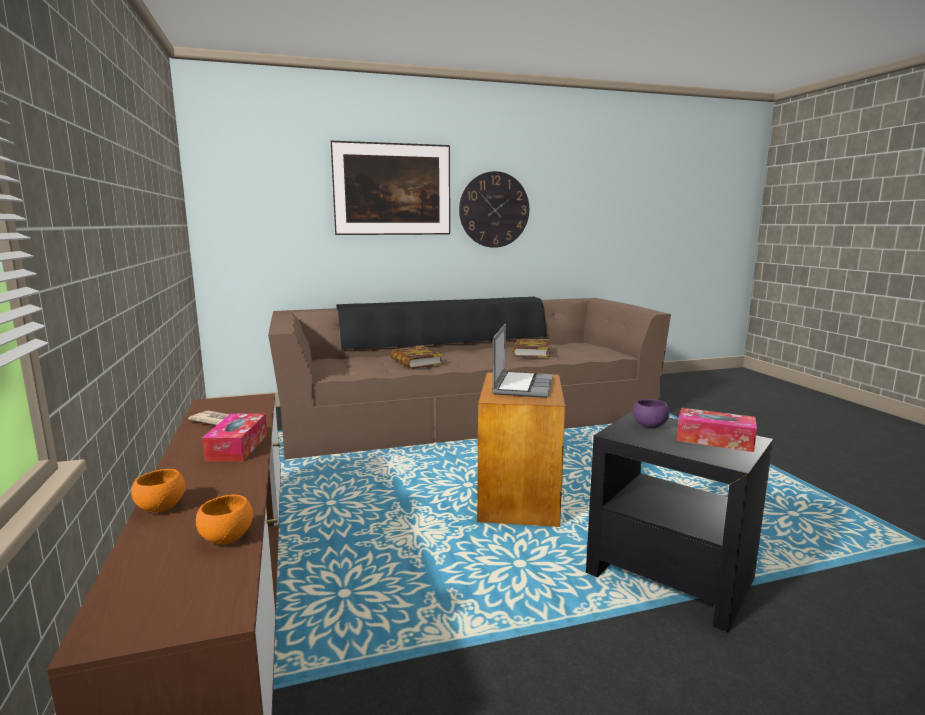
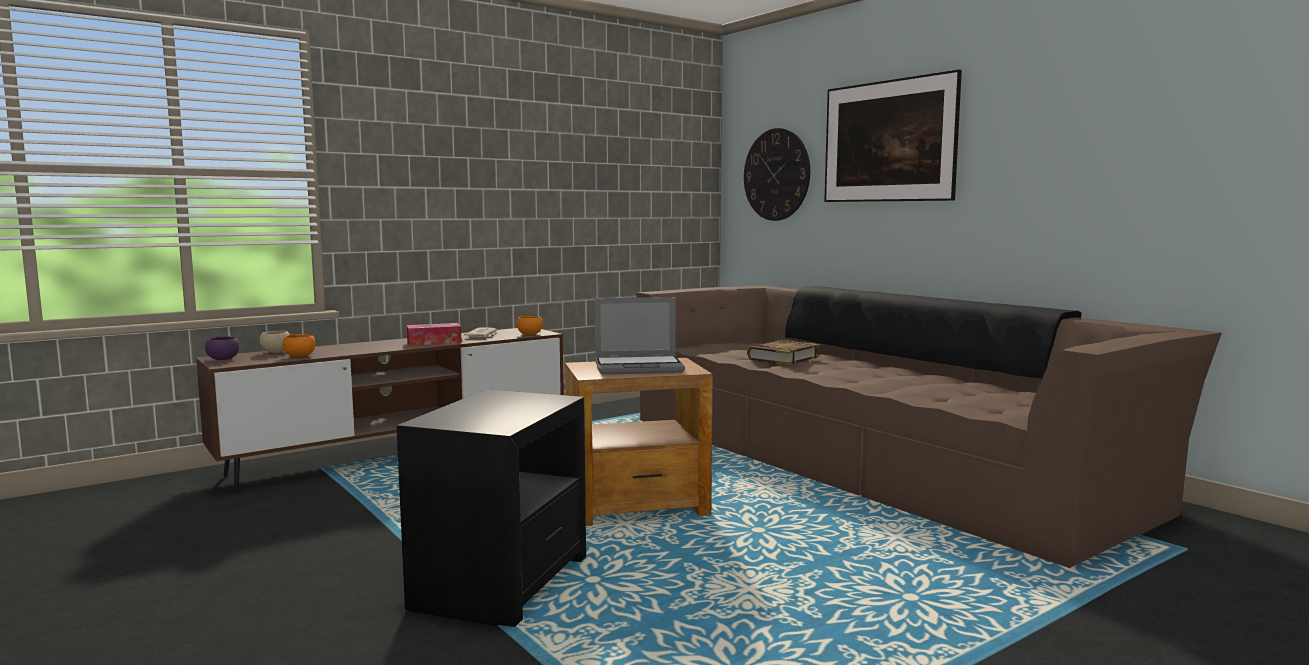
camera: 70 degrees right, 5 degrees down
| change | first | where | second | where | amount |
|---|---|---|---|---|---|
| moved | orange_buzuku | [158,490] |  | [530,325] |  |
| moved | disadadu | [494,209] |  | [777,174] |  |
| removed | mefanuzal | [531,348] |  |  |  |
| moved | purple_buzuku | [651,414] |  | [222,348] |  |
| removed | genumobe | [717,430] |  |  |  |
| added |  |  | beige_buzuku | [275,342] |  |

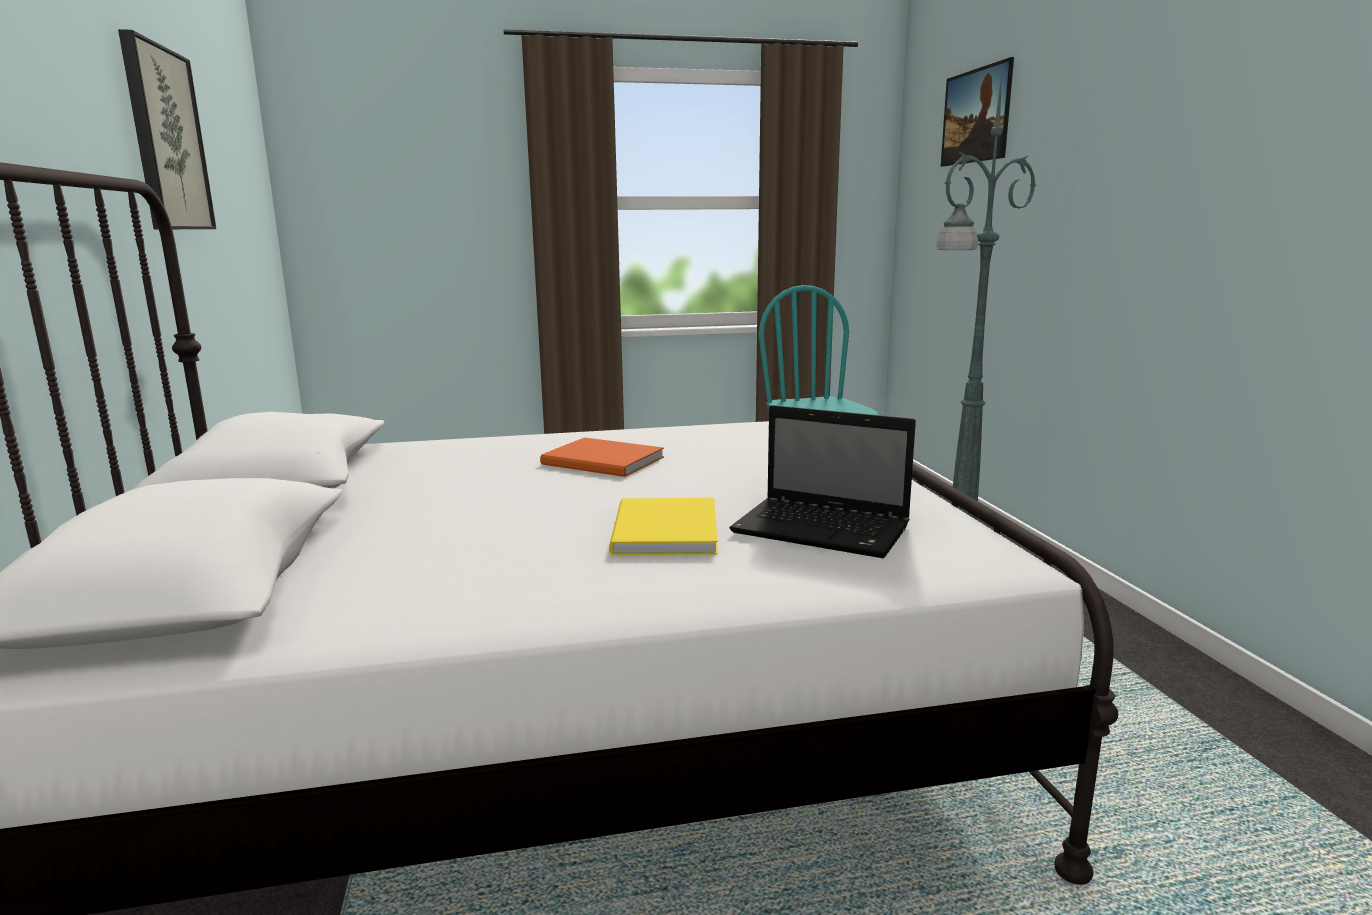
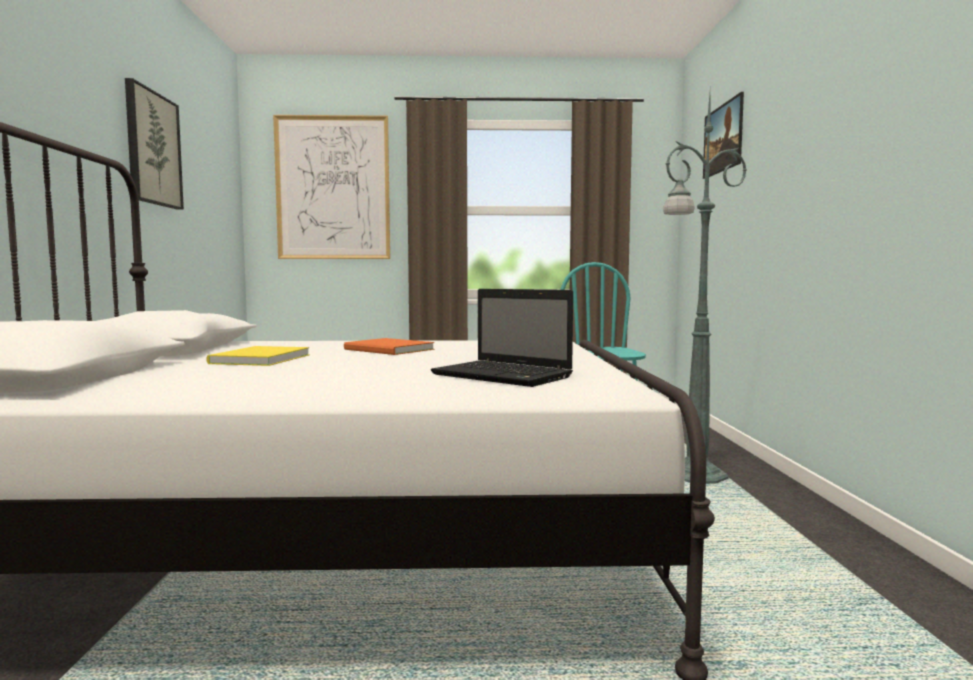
camera: 10 degrees right, 10 degrees down
| change | first | where | second | where | amount |
|---|---|---|---|---|---|
| moved | yellow_mefanuzal | [663,526] |  | [258,356] |  |
| added |  |  | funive | [331,187] |  |

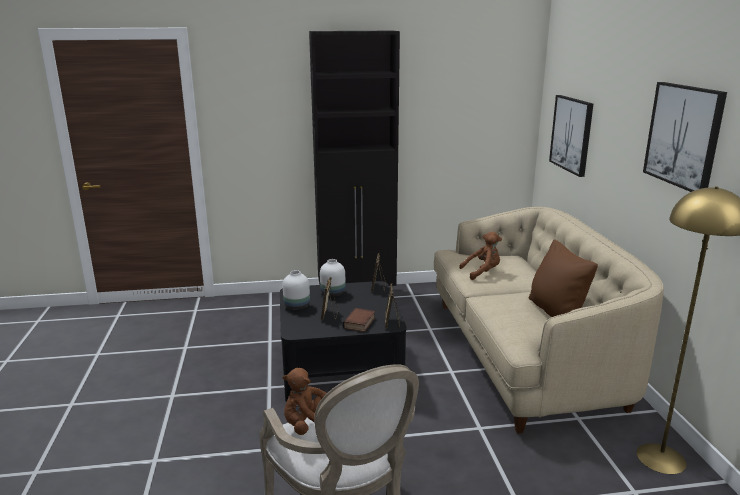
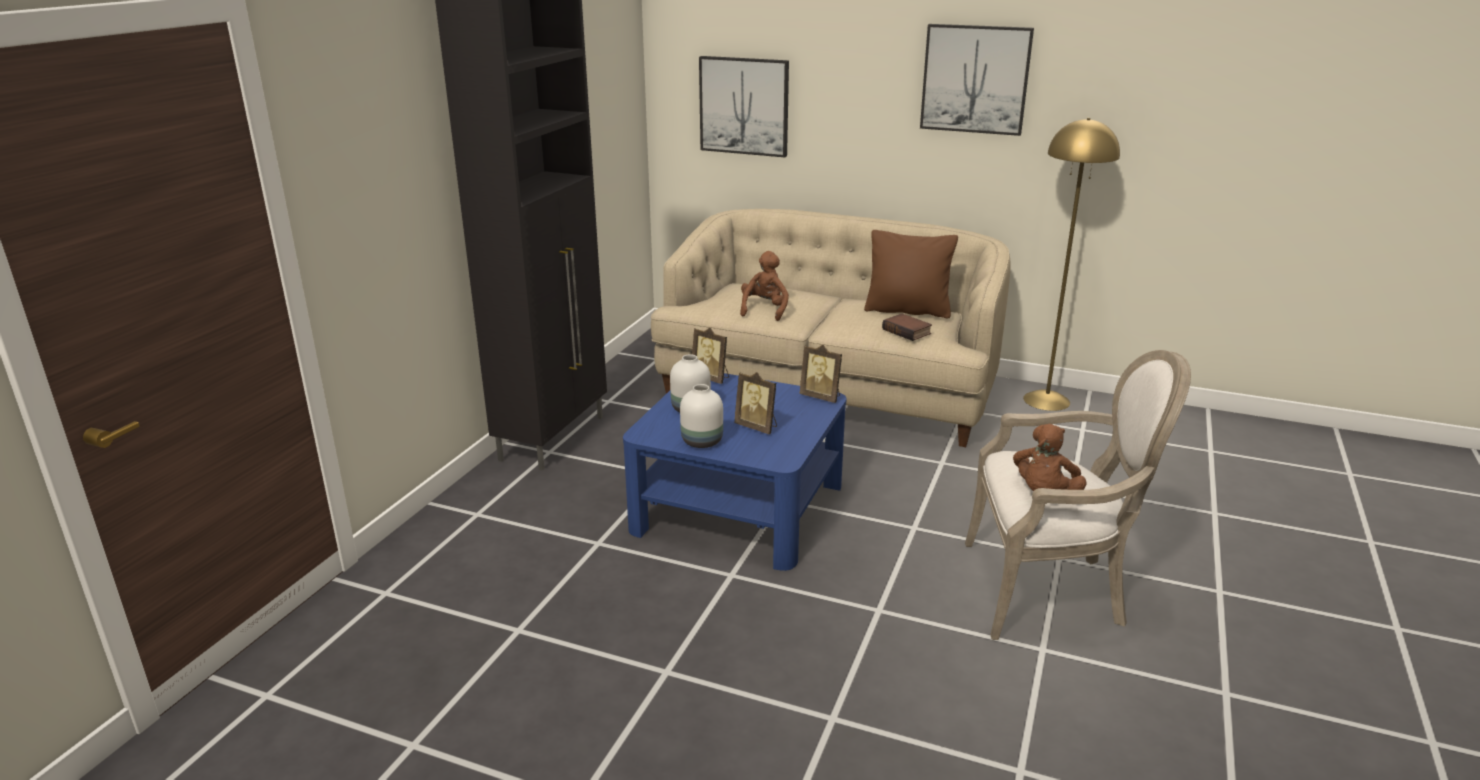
camera: 60 degrees left, 5 degrees up
| change | first | where | second | where | amount |
|---|---|---|---|---|---|
| recoloured | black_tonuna | [343,341] | blue_tonuna | [734,472] |  |
| moved | mefanuzal | [359,320] |  | [907,327] |  |

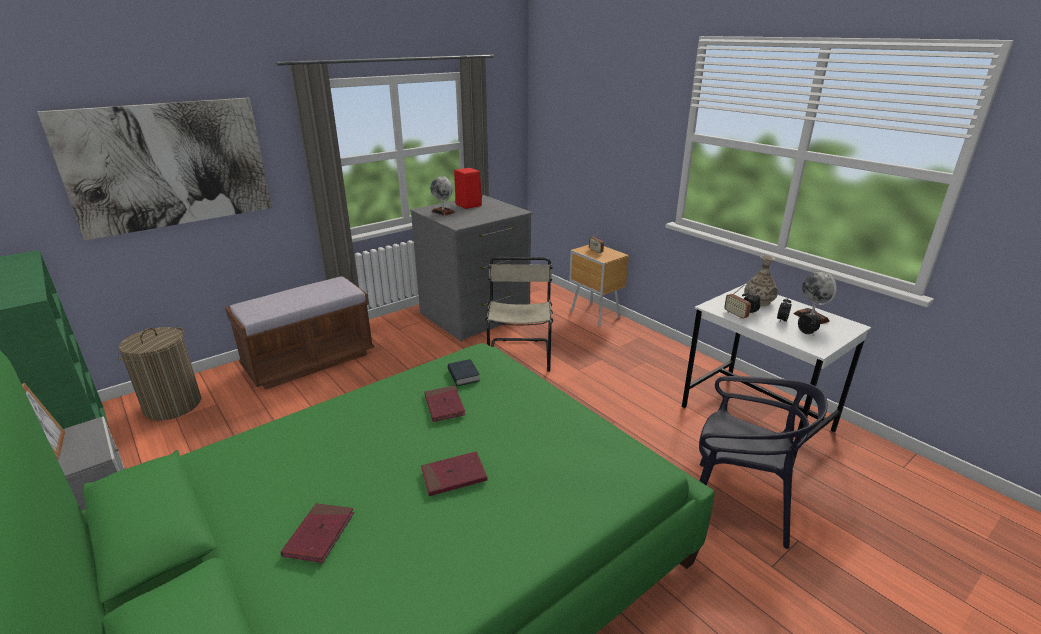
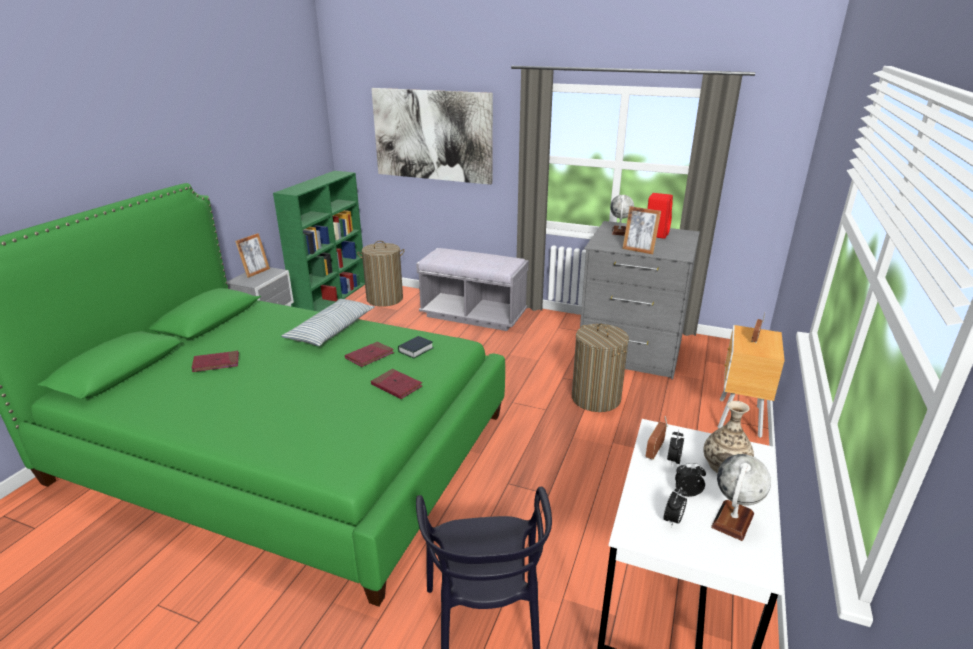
camera: 60 degrees right, 0 degrees up
| change | first | where | second | where | amount |
|---|---|---|---|---|---|
| recoloured | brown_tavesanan | [300,333] | grey_tavesanan | [472,289] |  |
| moved | red_mefanuzal | [454,473] |  | [396,384] |  |
| replaced | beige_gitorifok | [519,314] | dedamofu | [600,367] |  |
| added |  |  | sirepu | [328,322] |  |
| added |  |  | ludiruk | [641,230] |  |

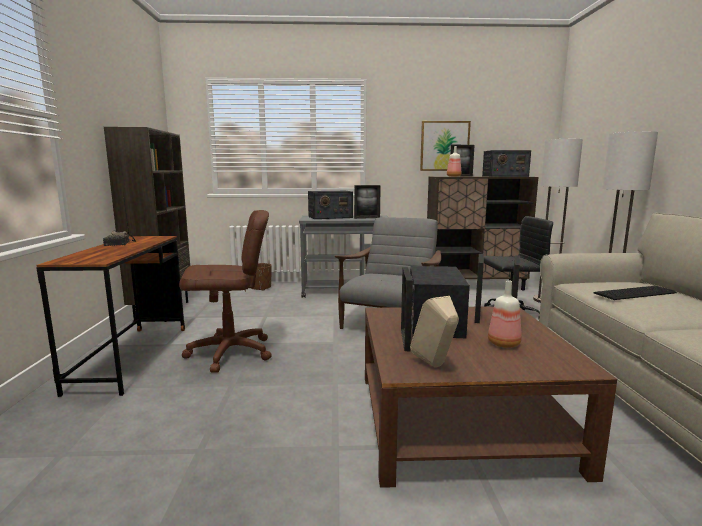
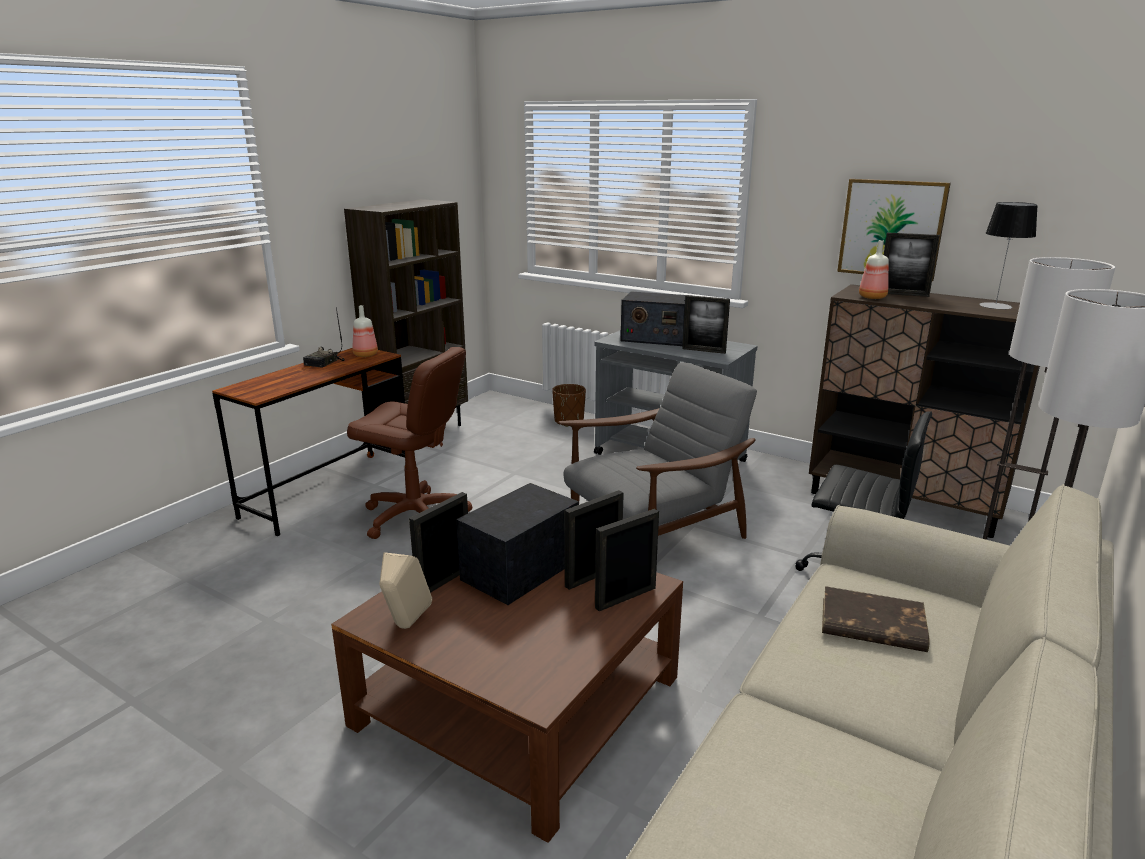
camera: 35 degrees right, 10 degrees up
| change | first | where | second | where | amount |
|---|---|---|---|---|---|
| replaced | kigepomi | [506,163] | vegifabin | [1008,256] |  |
| moved | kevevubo | [505,314] |  | [365,331] |  |
| replaced | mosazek | [635,293] | brown_mefanuzal | [876,619] |  |

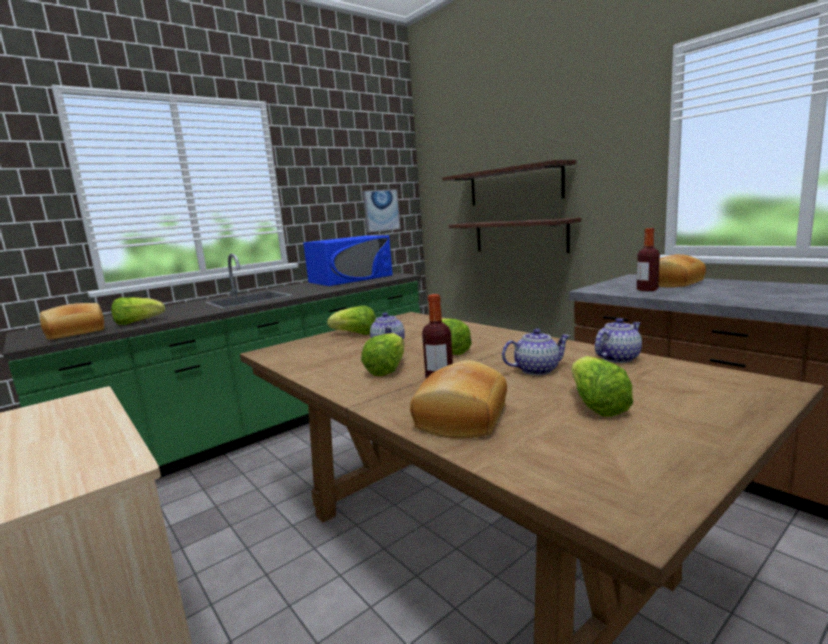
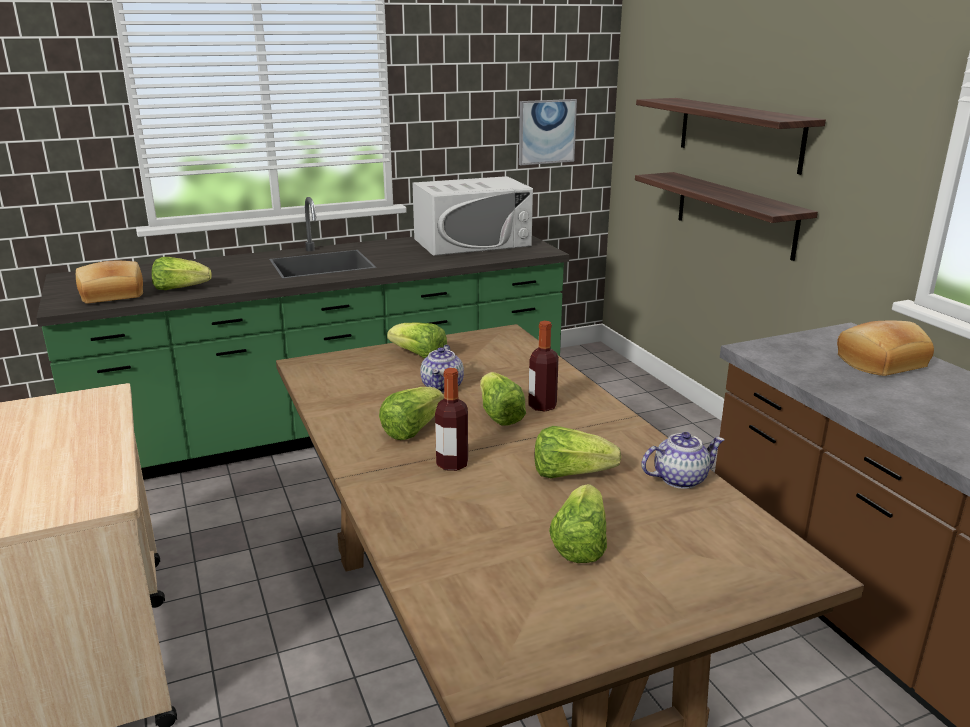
camera: 15 degrees right, 10 degrees up
| change | first | where | second | where | amount |
|---|---|---|---|---|---|
| recoloured | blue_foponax | [348,260] | white_foponax | [472,216] |  |
| removed | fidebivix | [458,399] |  |  |  |
| replaced | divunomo | [536,352] | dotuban | [577,452] |  |
| moved | kevevubo | [648,259] |  | [543,366] |  |

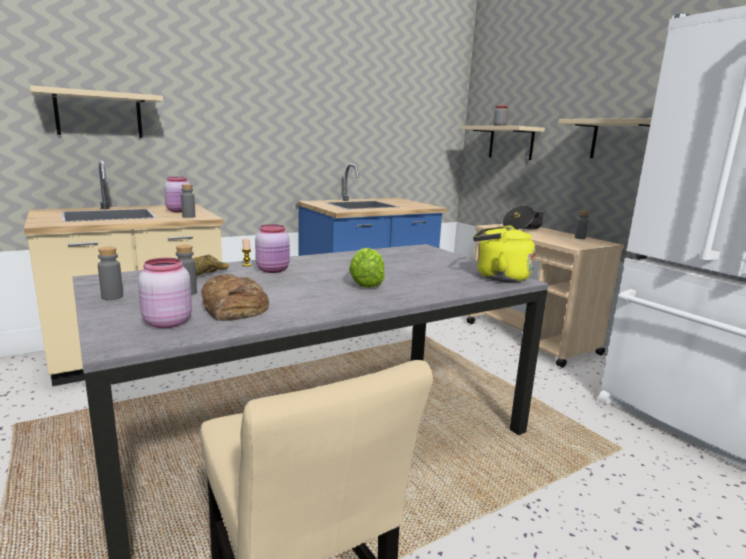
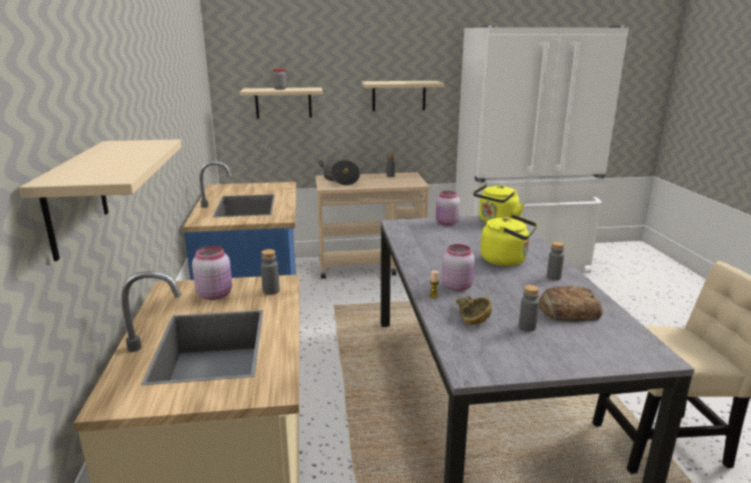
camera: 65 degrees left, 5 degrees up
| change | first | where | second | where | amount |
|---|---|---|---|---|---|
| moved | grey_kevevubo | [110,273] |  | [555,261] |  |
| moved | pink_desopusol | [165,293] |  | [448,208] |  |
| replaced | dotuban | [367,268] | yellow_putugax | [508,240] |  |

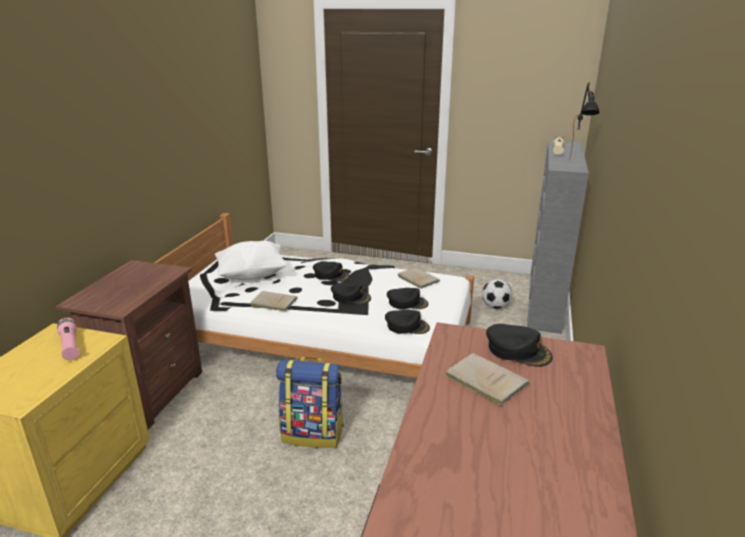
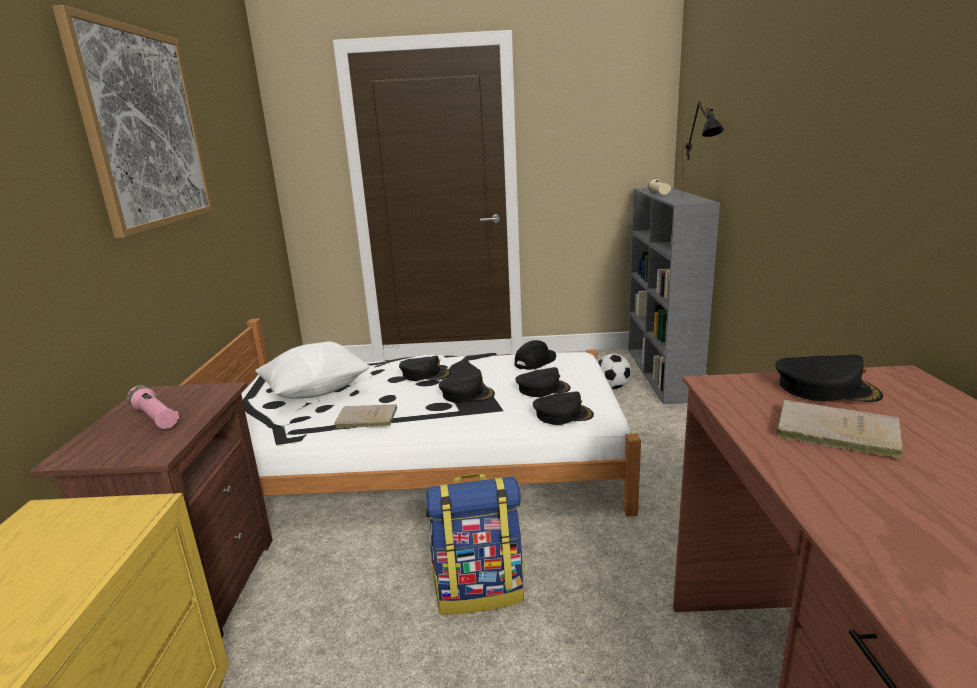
camera: 15 degrees left, 5 degrees down
| change | first | where | second | where | amount |
|---|---|---|---|---|---|
| moved | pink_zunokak | [68,339] |  | [154,407] |  |
| replaced | beige_mefanuzal | [418,278] | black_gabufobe | [535,355] |  |
| added |  |  | funive | [132,121] |  |

